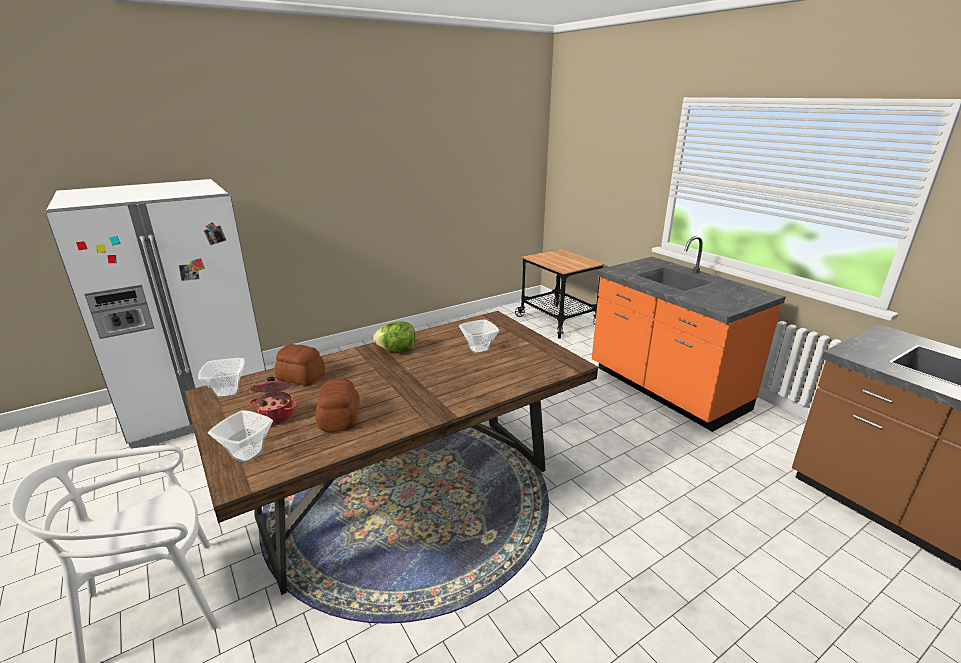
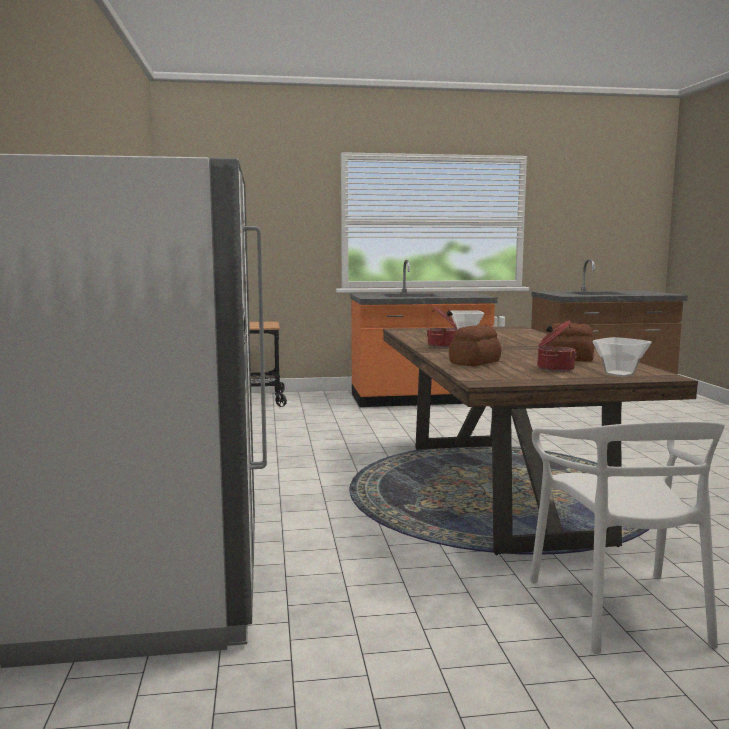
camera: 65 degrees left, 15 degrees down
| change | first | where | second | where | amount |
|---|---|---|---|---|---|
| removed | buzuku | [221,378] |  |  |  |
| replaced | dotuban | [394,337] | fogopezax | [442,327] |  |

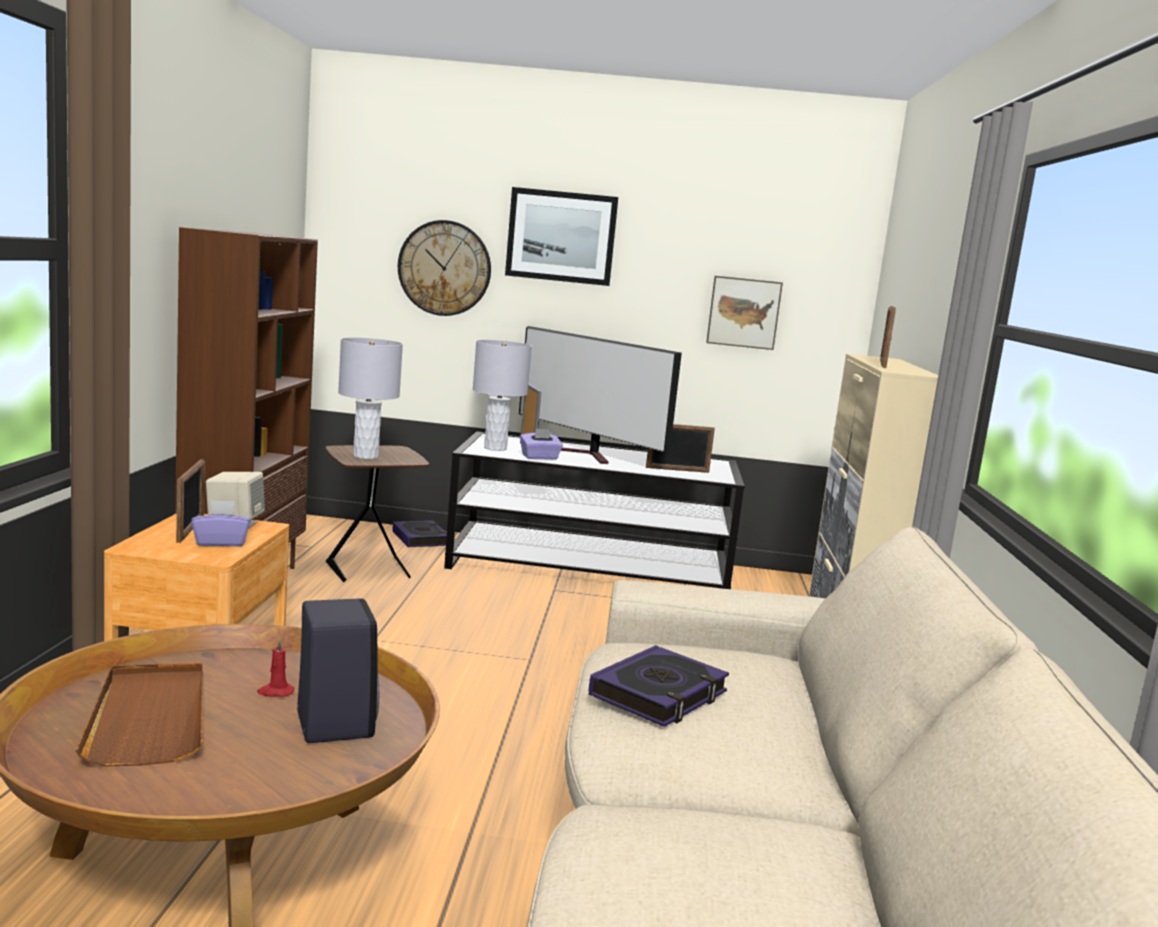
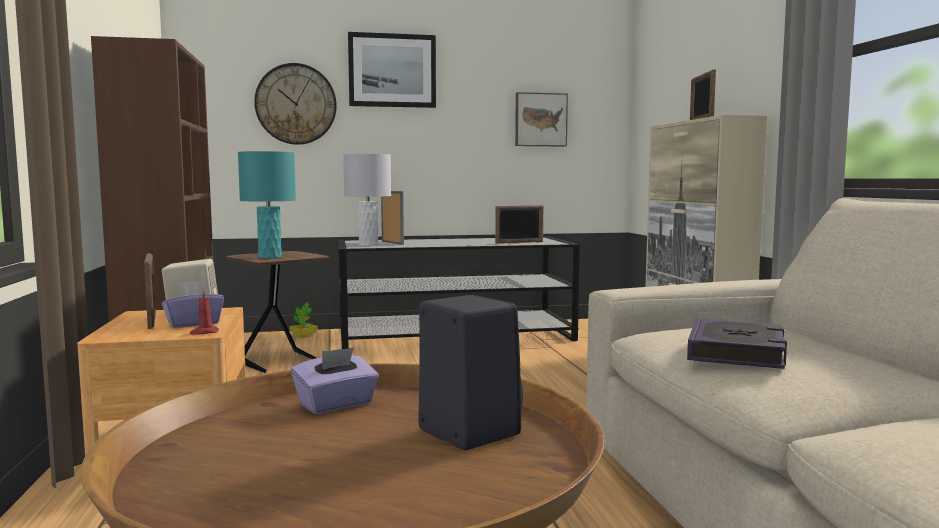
camera: 15 degrees left, 5 degrees down
| change | first | where | second | where | amount |
|---|---|---|---|---|---|
| removed | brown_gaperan | [139,714] |  |  |  |
| moved | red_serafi | [275,668] |  | [204,312] |  |
| recoloured | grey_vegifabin | [370,398] | turquoise_vegifabin | [267,204] |  |
| replaced | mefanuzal | [419,533] | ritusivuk | [304,320] |  |
| removed | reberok | [600,395] |  |  |  |
| moved | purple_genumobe | [541,444] |  | [335,380] |  |

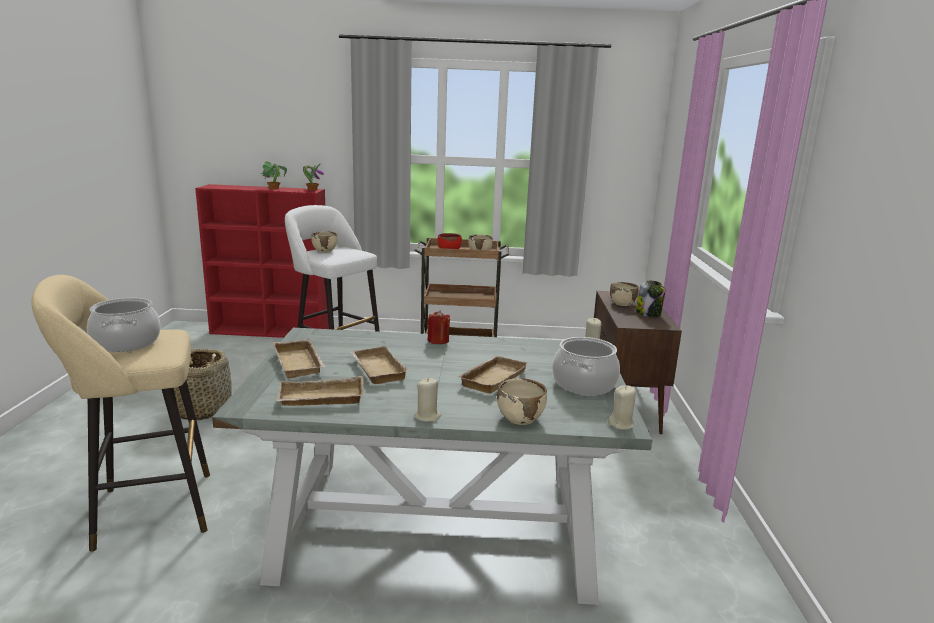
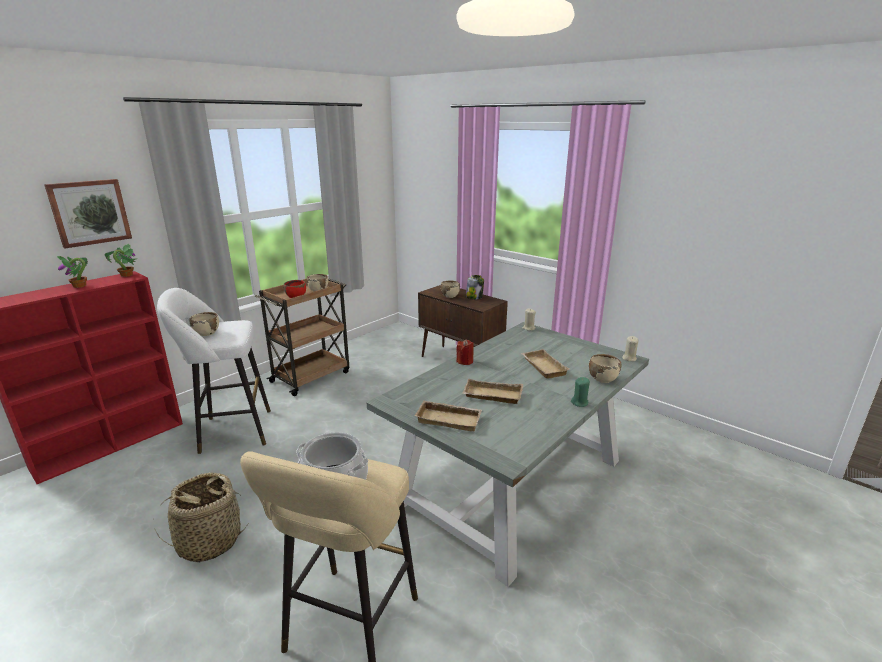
camera: 50 degrees left, 5 degrees up
| change | first | where | second | where | amount |
|---|---|---|---|---|---|
| removed | beige_gaperan | [320,391] |  |  |  |
| recoloured | beige_serafi | [427,400] | green_serafi | [580,392] |  |
| removed | fogopezax | [586,366] |  |  |  |
| added |  |  | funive | [88,213] |  |

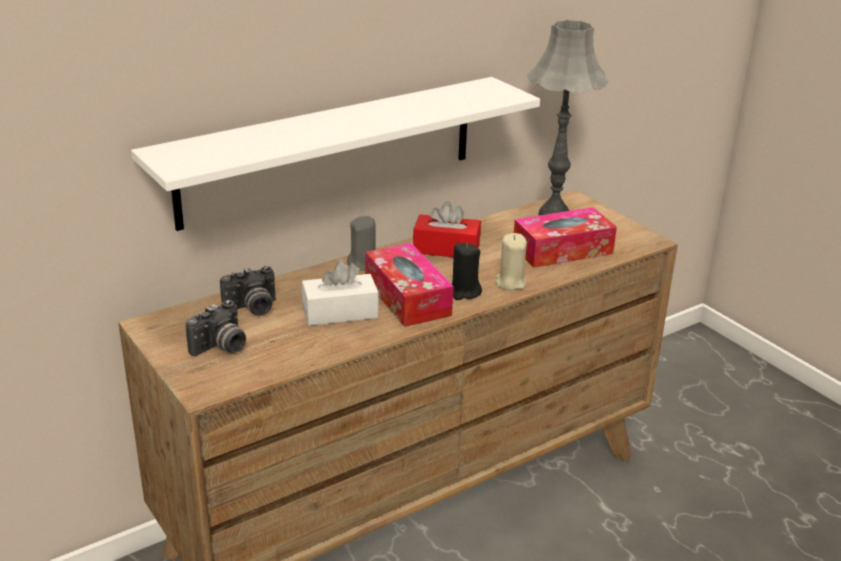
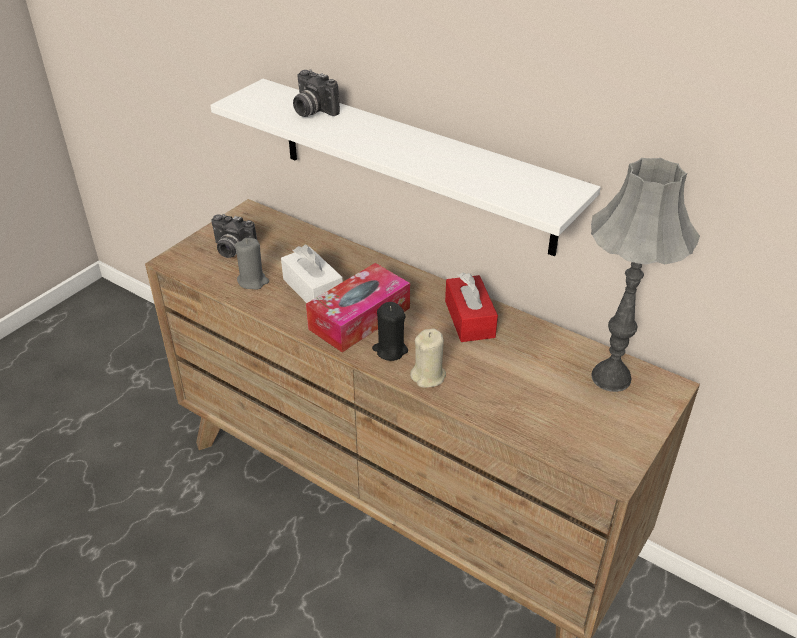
camera: 70 degrees right, 10 degrees up
| change | first | where | second | where | amount |
|---|---|---|---|---|---|
| moved | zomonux | [248,290] |  | [316,93] |  |
| moved | grey_serafi | [361,243] |  | [252,264] |  |
| removed | genumobe | [565,237] |  |  |  |

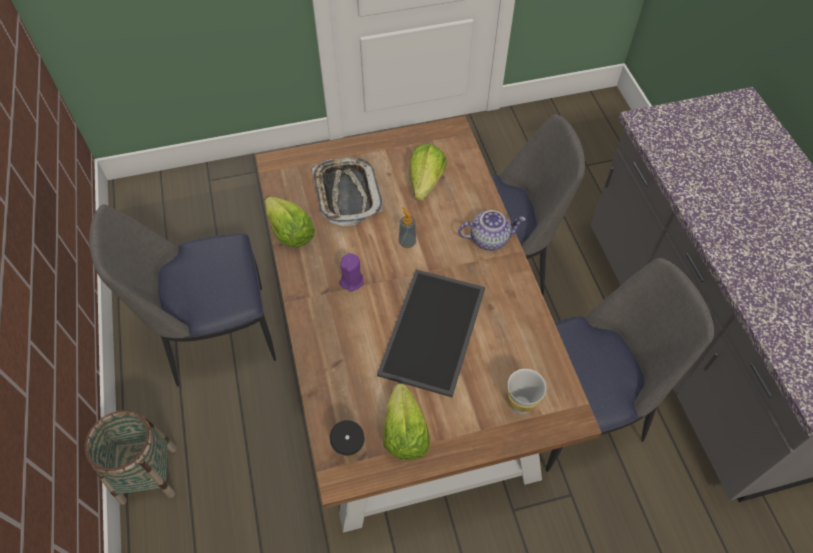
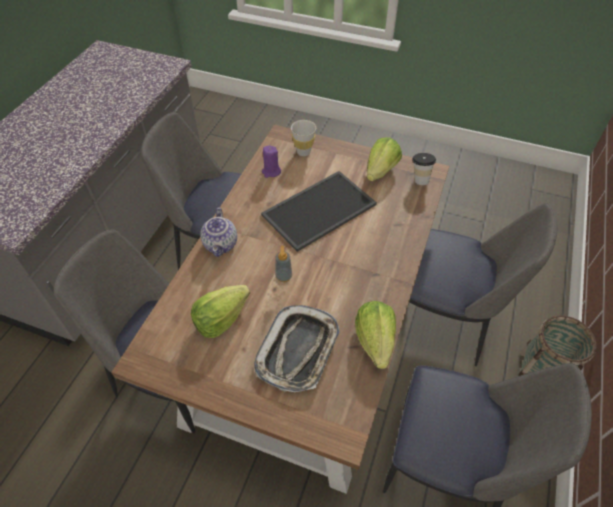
camera: 145 degrees left, 5 degrees down
| change | first | where | second | where | amount |
|---|---|---|---|---|---|
| moved | purple_serafi | [352,272] |  | [271,162] |  |
| turned | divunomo | [492,230] |  | [218,232] | 120 degrees counterclockwise |
| added |  |  | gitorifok | [483,284] |  |

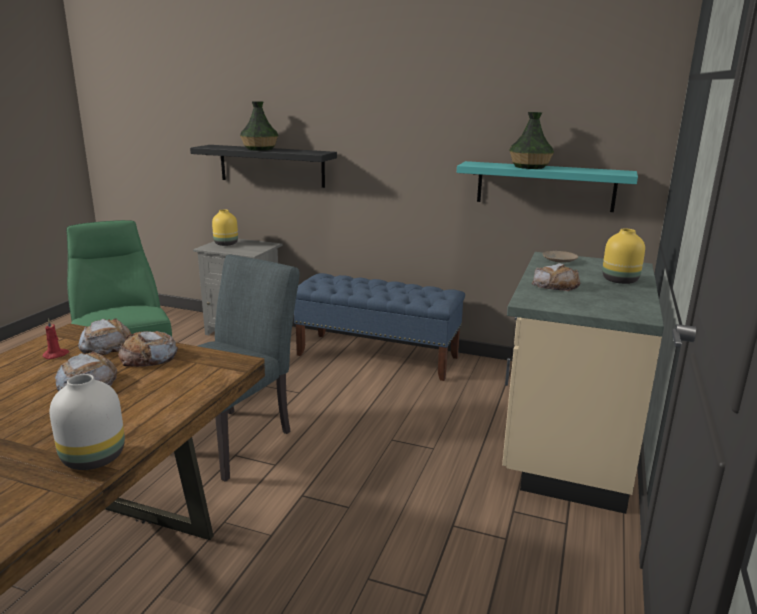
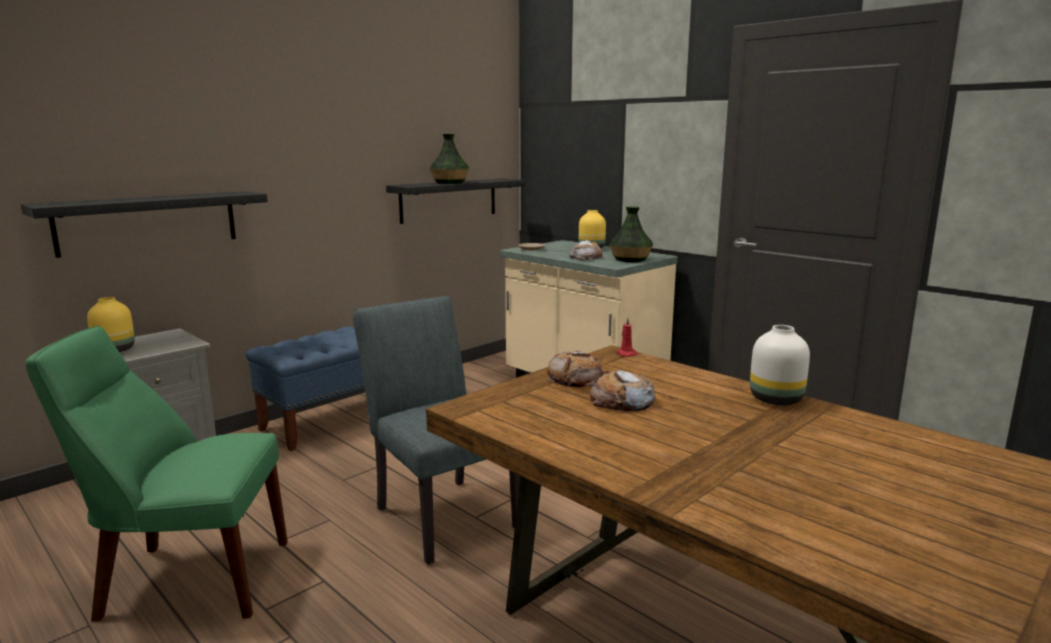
camera: 65 degrees left, 5 degrees down
| change | first | where | second | where | amount |
|---|---|---|---|---|---|
| moved | red_serafi | [55,338] |  | [626,337] |  |
| removed | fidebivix | [104,336] |  |  |  |
| moved | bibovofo | [259,126] |  | [631,234] |  |
| recoloured | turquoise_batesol | [547,186] | black_batesol | [456,201] |  |

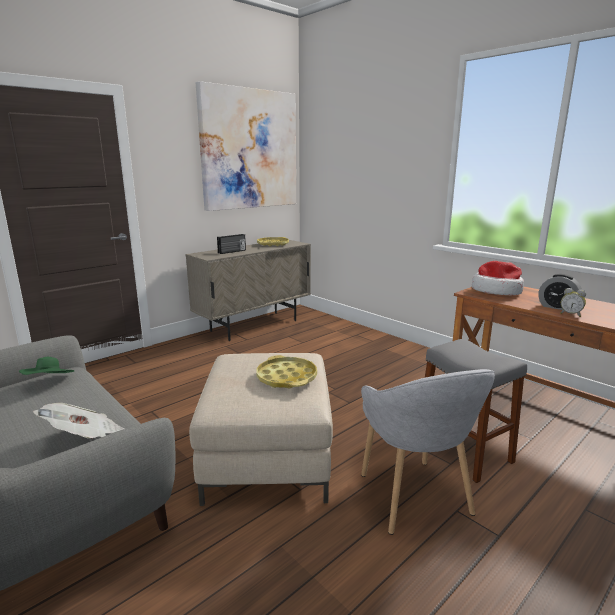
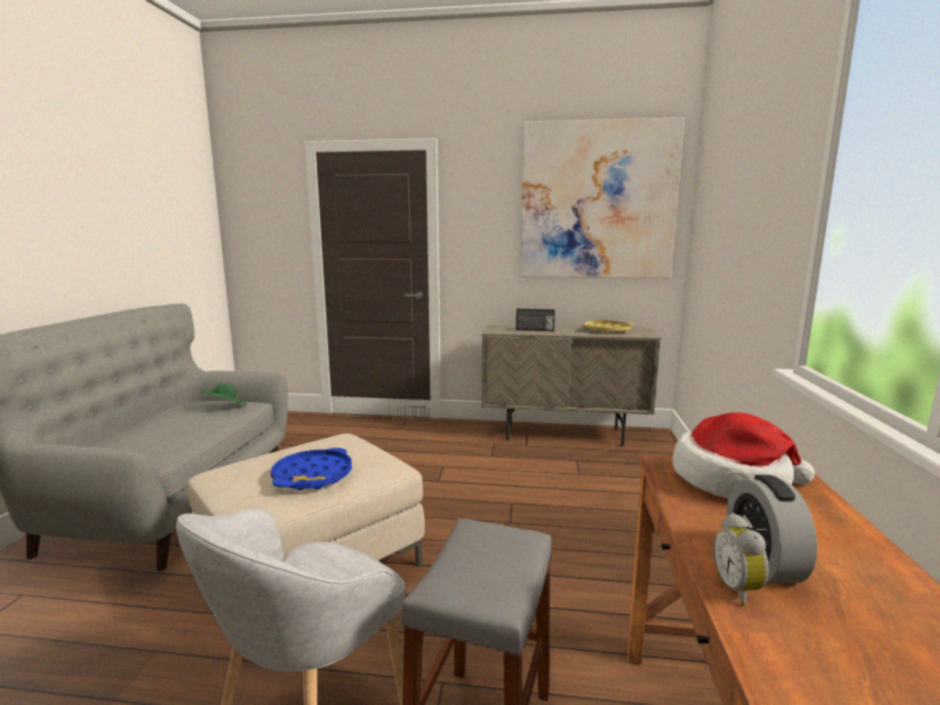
camera: 50 degrees right, 5 degrees down
| change | first | where | second | where | amount |
|---|---|---|---|---|---|
| removed | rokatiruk | [78,421] |  |  |  |
| recoloured | yellow_gaperan | [286,372] | blue_gaperan | [311,469] |  |

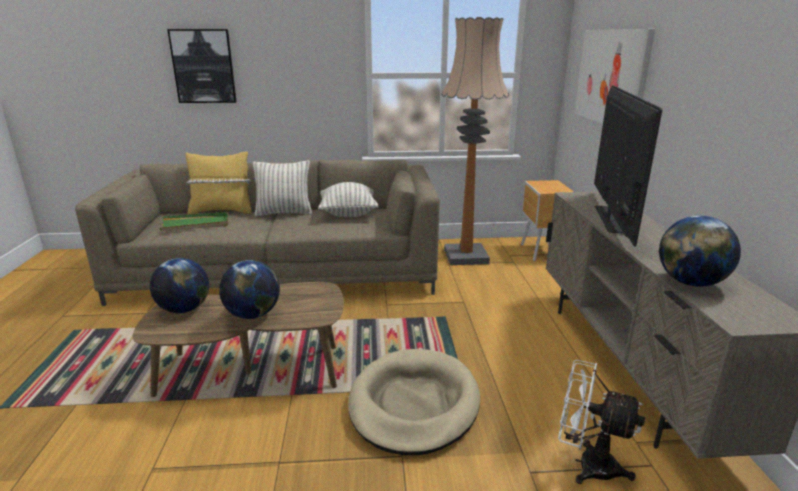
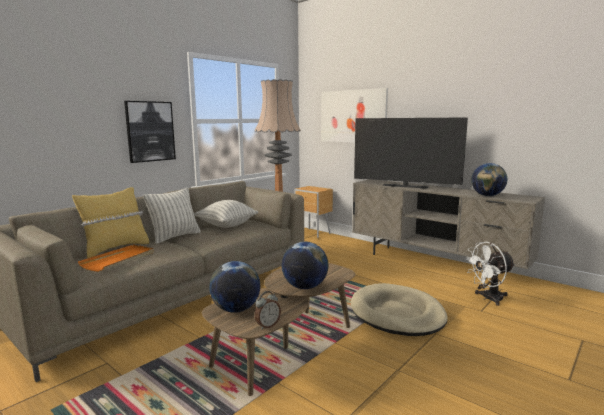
camera: 45 degrees left, 10 degrees down
| change | first | where | second | where | amount |
|---|---|---|---|---|---|
| recoloured | green_gaperan | [194,221] | orange_gaperan | [116,258] |  |
| moved | funive | [202,66] |  | [150,132] |  |
| turned | reberok | [628,165] |  | [411,153] | 150 degrees clockwise |
| added |  |  | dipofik | [268,310] |  |

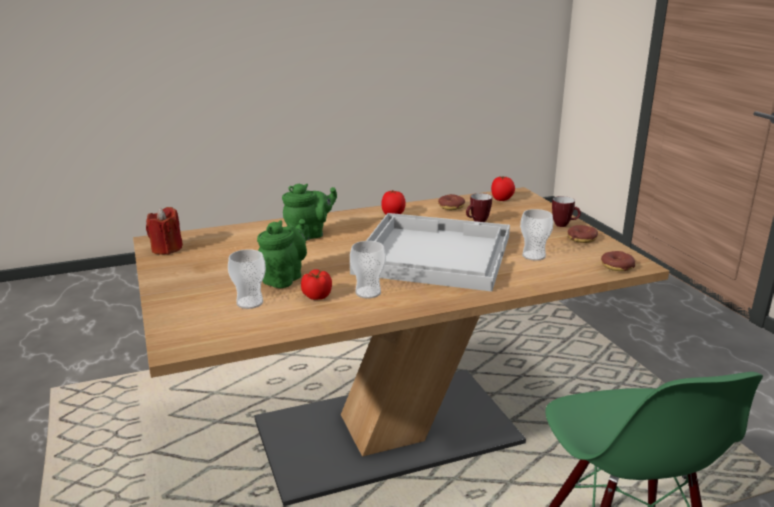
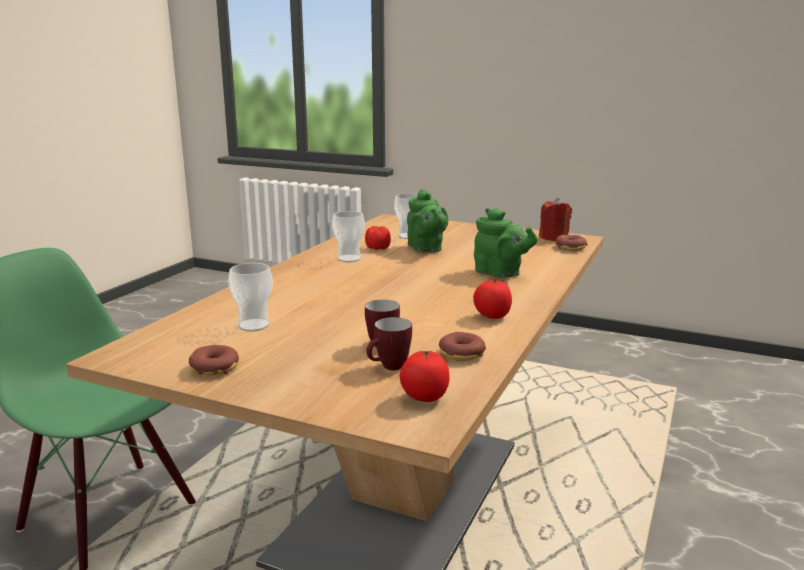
camera: 135 degrees right, 5 degrees down
| change | first | where | second | where | amount |
|---|---|---|---|---|---|
| turned | green_divunomo | [309,212] |  | [505,243] | 60 degrees counterclockwise |
| removed | white_gaperan | [430,252] |  |  |  |
| moved | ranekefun | [566,211] |  | [389,343] |  |
| moved | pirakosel | [618,261] |  | [571,243] |  |

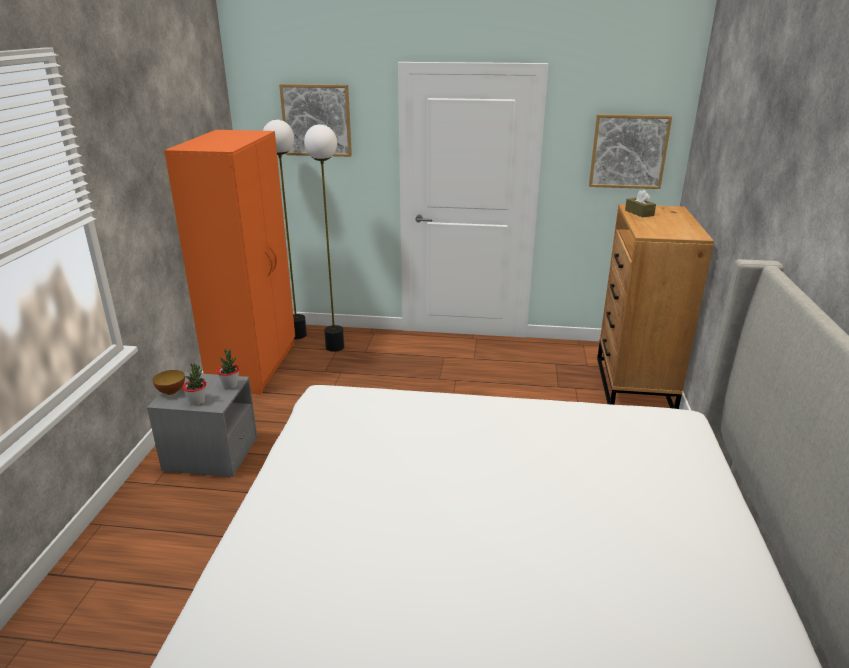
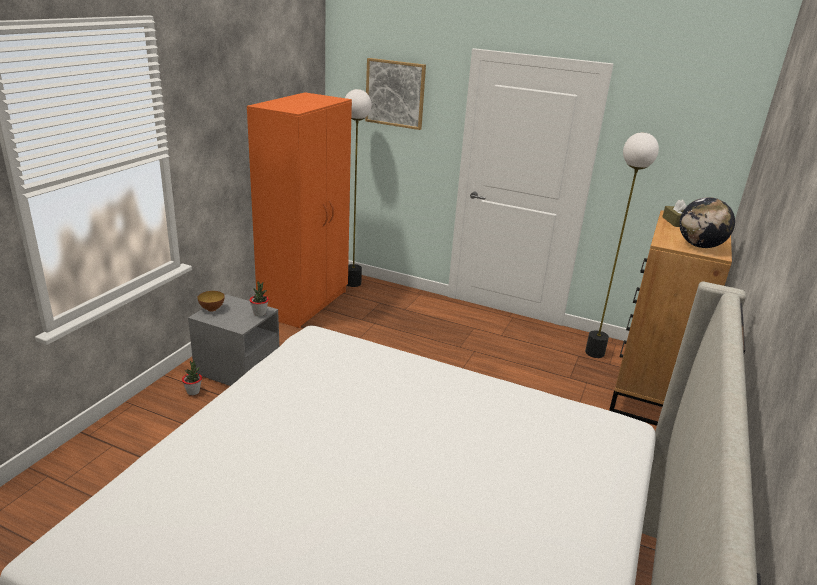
camera: 15 degrees right, 0 degrees up
| change | first | where | second | where | amount |
|---|---|---|---|---|---|
| moved | ritusivuk | [194,384] |  | [192,377] |  |
| moved | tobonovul | [324,238] |  | [622,245] |  |
| removed | funive | [630,151] |  |  |  |
| added |  |  | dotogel | [707,222] |  |

